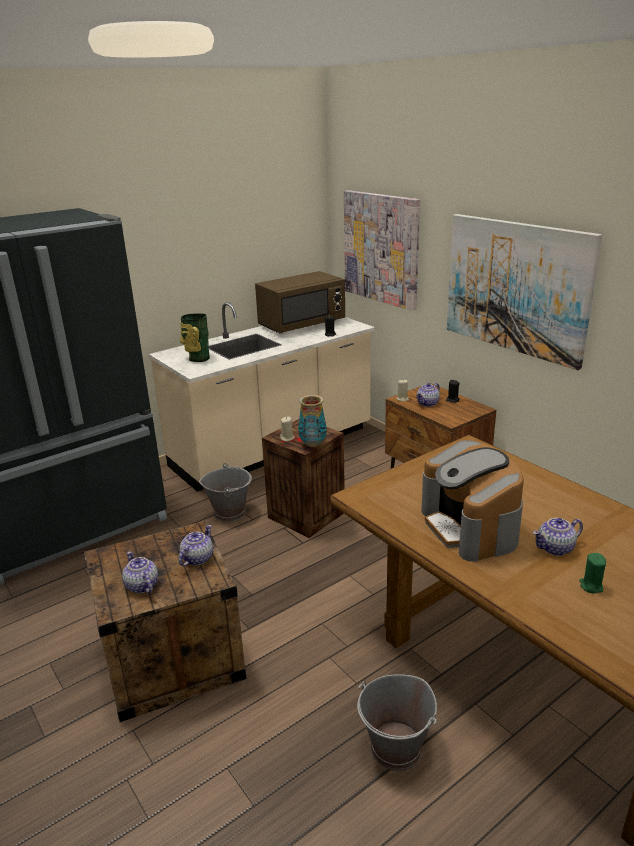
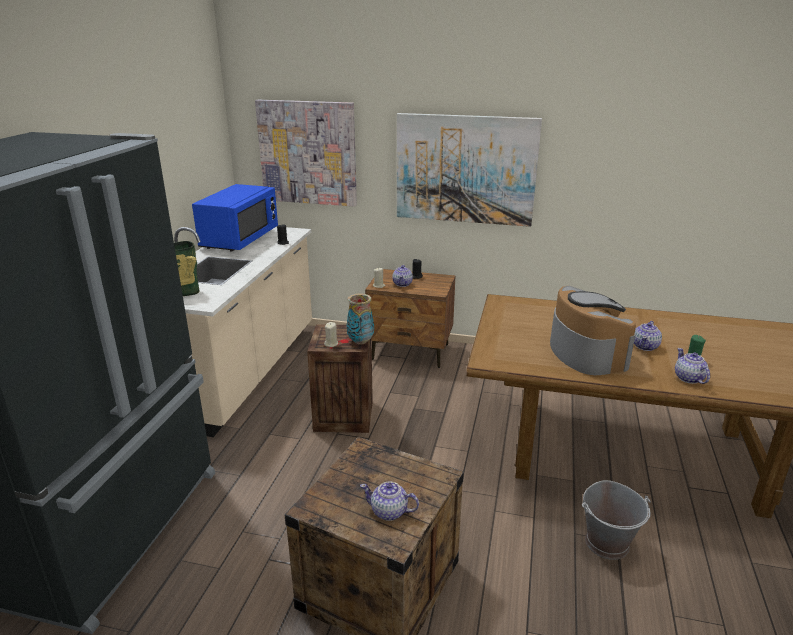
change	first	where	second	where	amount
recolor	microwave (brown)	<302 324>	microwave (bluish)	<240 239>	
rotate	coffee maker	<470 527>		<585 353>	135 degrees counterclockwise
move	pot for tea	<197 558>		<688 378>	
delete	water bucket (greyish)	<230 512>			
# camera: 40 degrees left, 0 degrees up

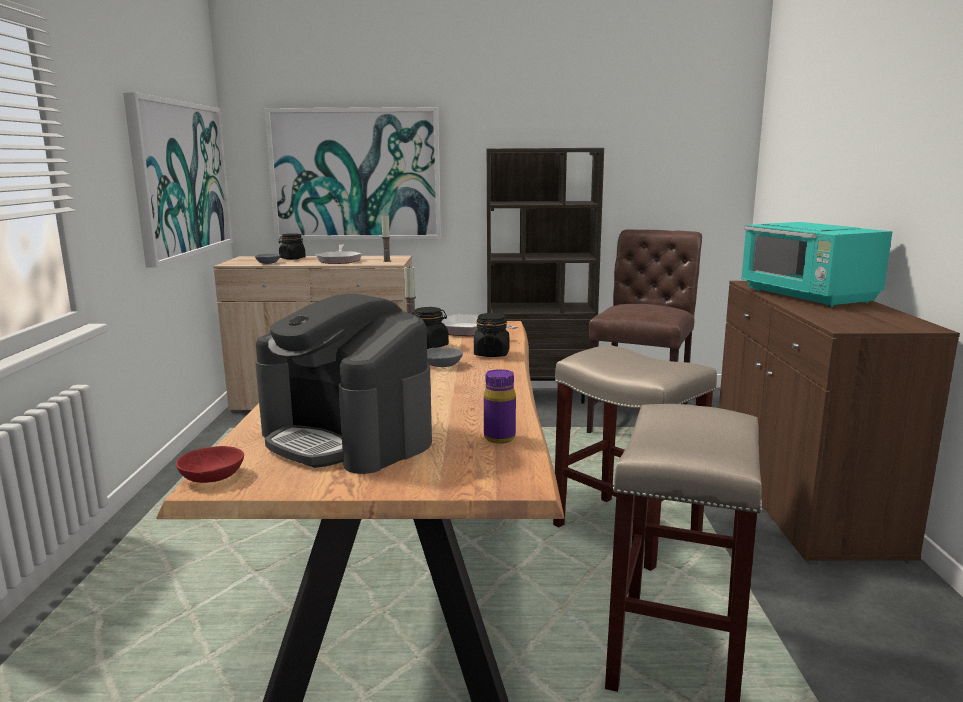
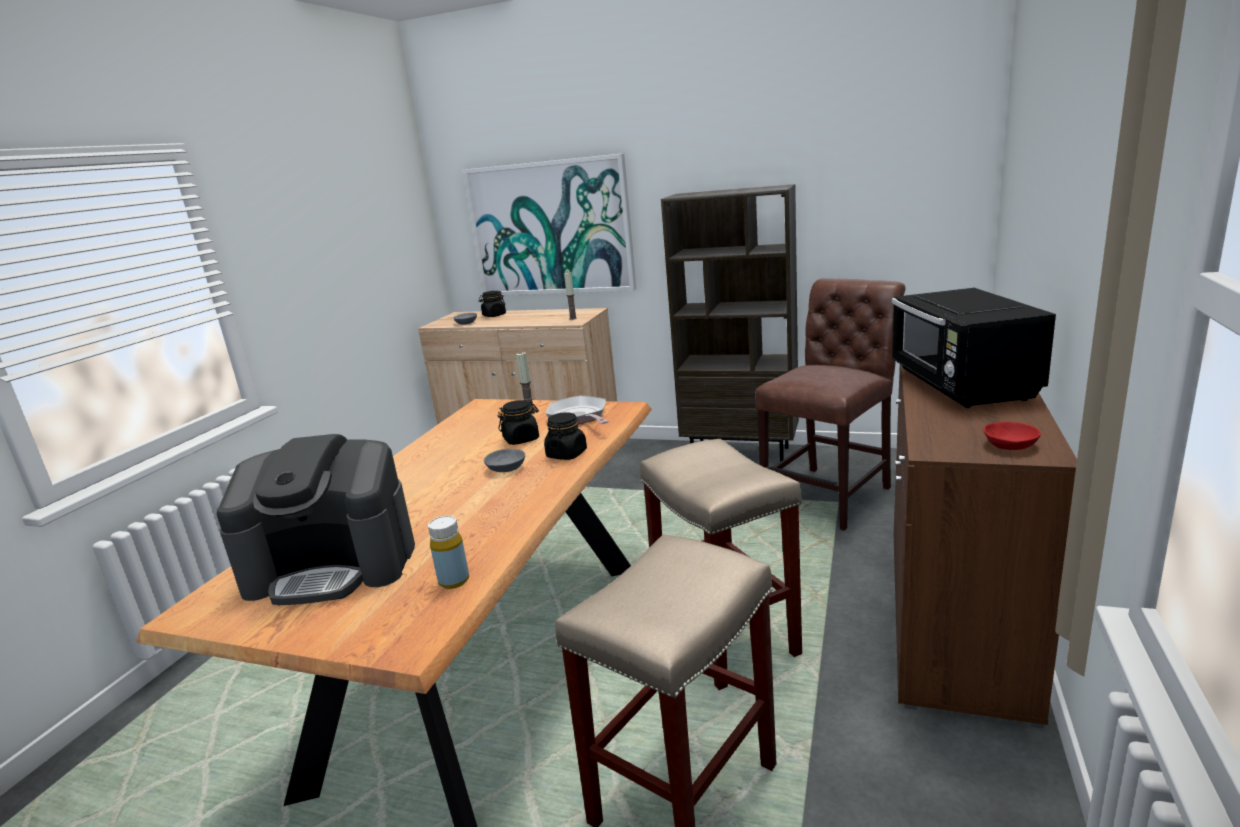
change	first	where	second	where	amount
rotate	coffee maker	<347 438>		<333 566>	60 degrees counterclockwise
recolor	bottle (purple)	<499 438>	bottle (yellow-coloured)	<454 581>	
recolor	microwave (turquoise)	<807 296>	microwave (blackish)	<961 385>	
move	bowl (reddish)	<212 477>		<1011 446>	
delete	wall picture	<181 179>			
delete	frying pan	<339 260>			
# camera: 20 degrees right, 5 degrees up

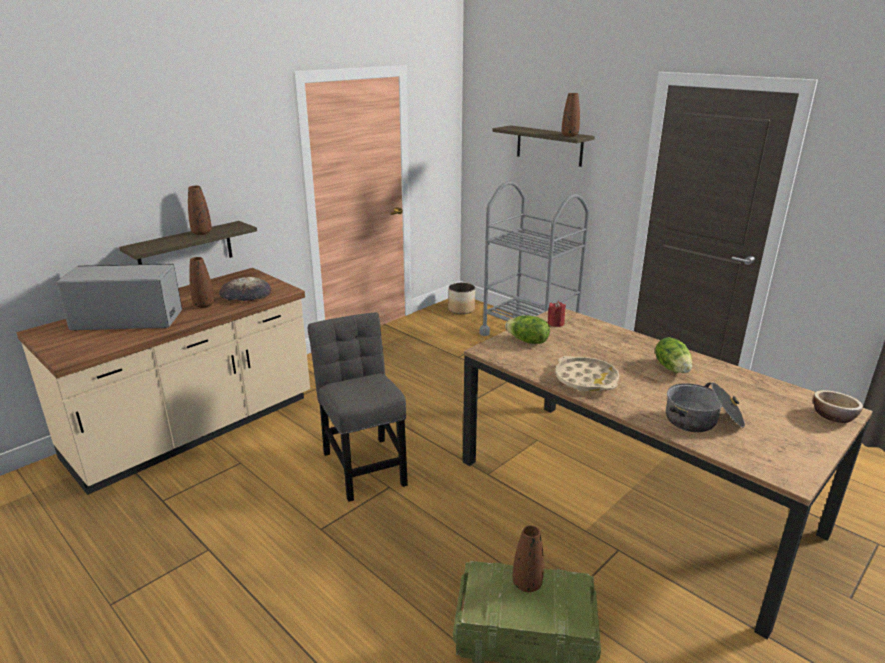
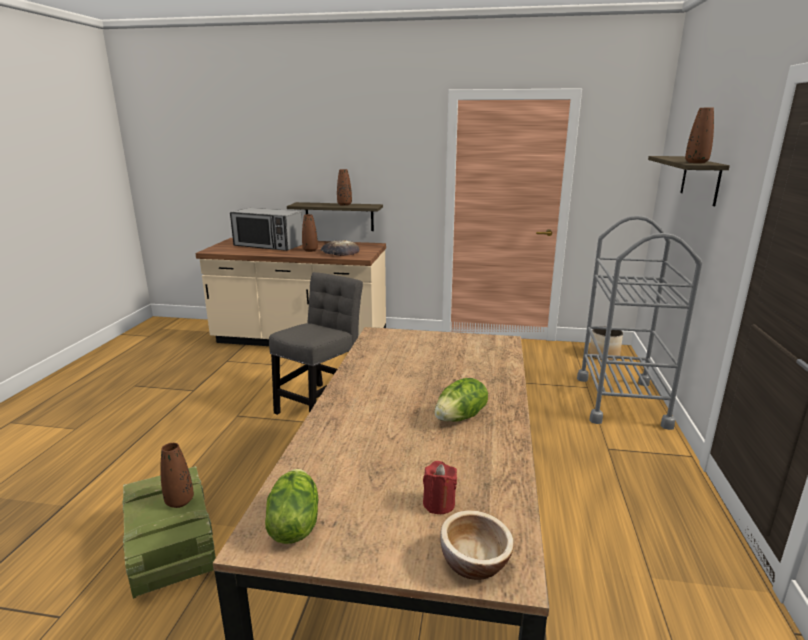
change	first	where	second	where	amount
rotate	microwave	<128 320>		<268 246>	150 degrees clockwise
move	lettuce head	<527 341>		<293 524>	
move	wax light (reddish)	<555 323>		<439 504>	
delete	carrying tray (beige-coloured)	<586 379>			
delete	saucepot	<702 421>			
# camera: 55 degrees right, 5 degrees down

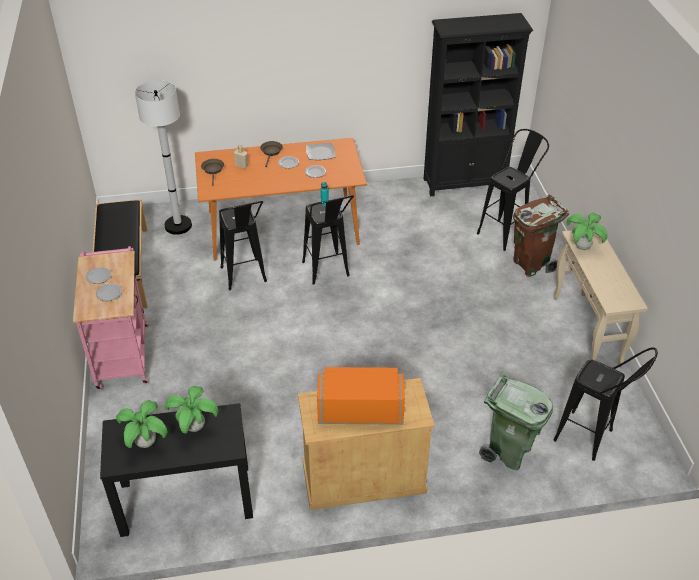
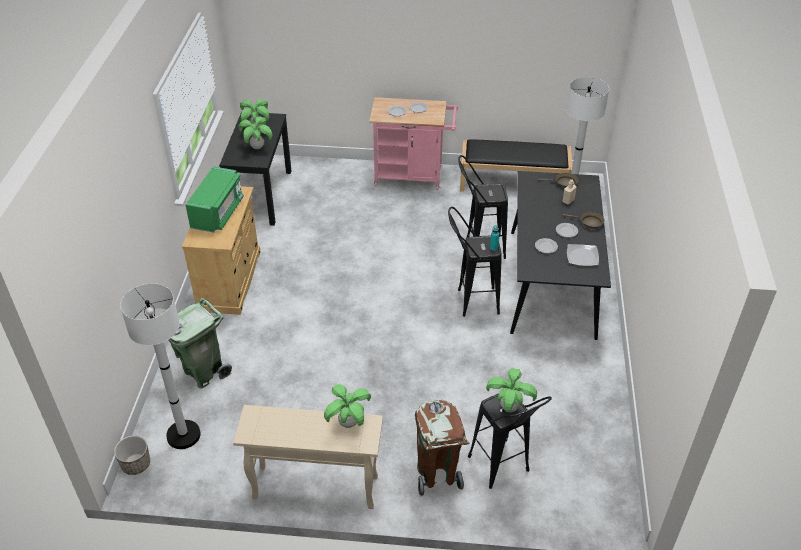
change	first	where	second	where	amount
insert			flower pot	<136 464>	
replace	stool seat (blackish)	<592 440>	floor lamp (whitish)	<183 435>	
recolor	microwave (orangey)	<360 411>	microwave (green-coloured)	<218 213>	
insert			plant in a pot	<509 408>	
recolor	dining table (orangey)	<283 227>	dining table (blackish)	<552 283>	
delete	bookshelf (blackish)	<465 183>			
# camera: 105 degrees right, 0 degrees up

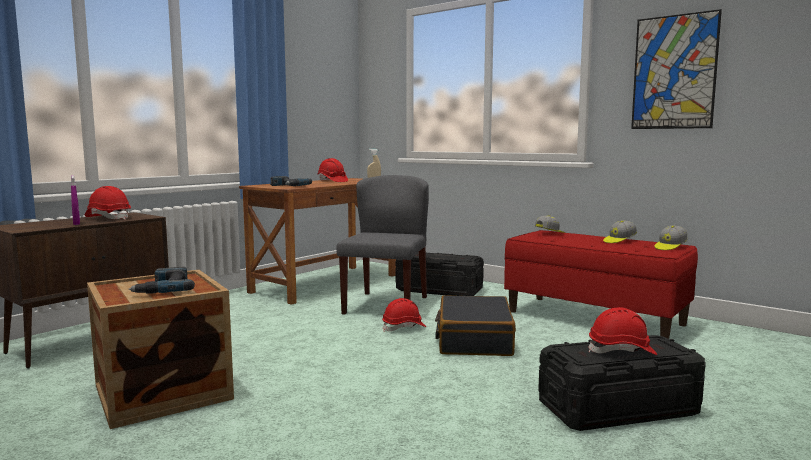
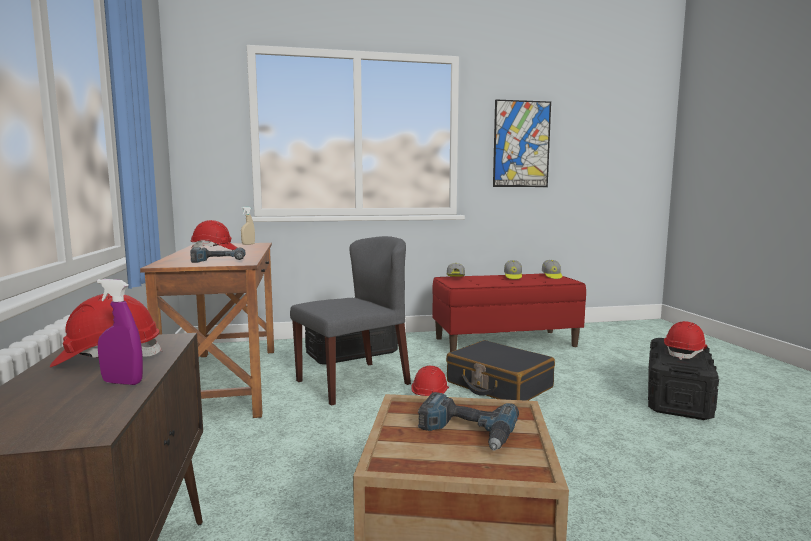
change	first	where	second	where	amount
rotate	chair (greyish)	<386 305>		<353 382>	90 degrees clockwise
# camera: 50 degrees left, 0 degrees up

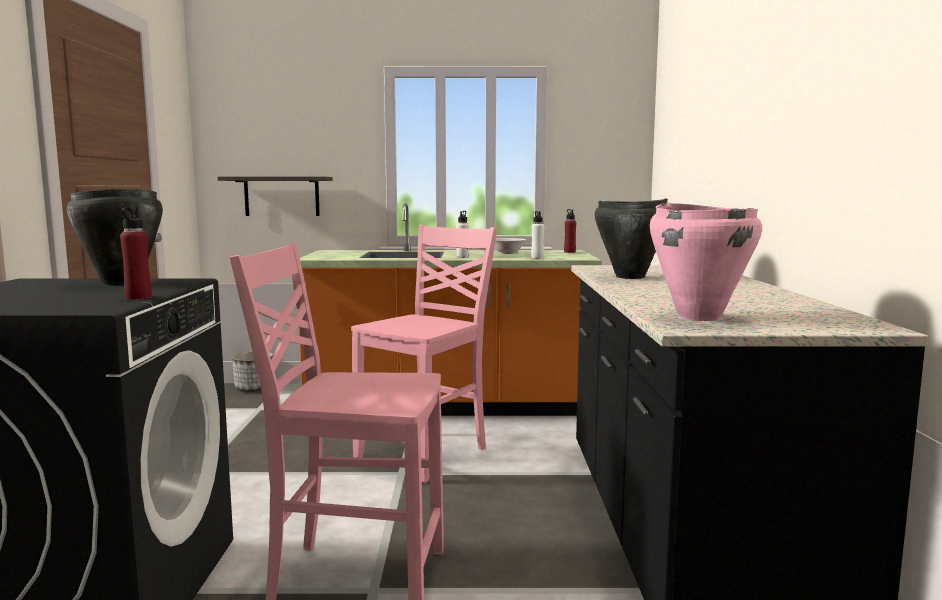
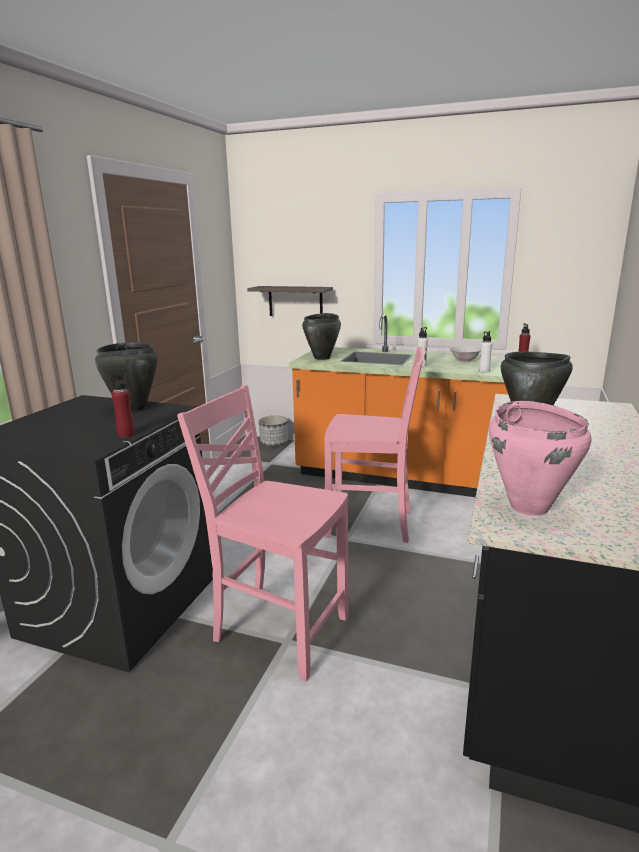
change	first	where	second	where	amount
insert			saucepot (blackish)	<322 358>	
rotate	chair (pink-coloured)	<426 454>		<371 524>	45 degrees clockwise
# camera: 20 degrees right, 10 degrees up

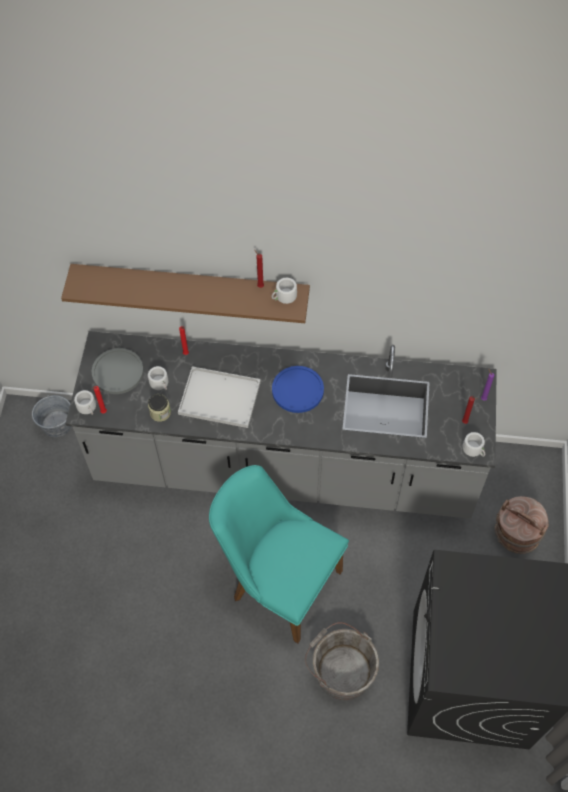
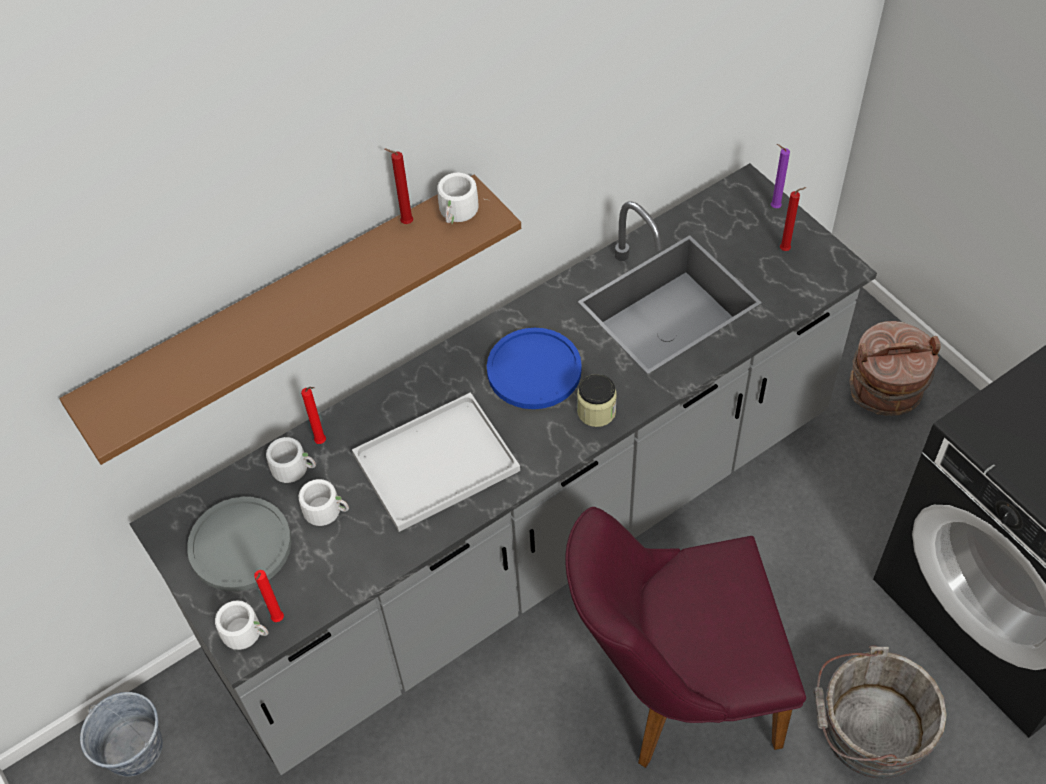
change	first	where	second	where	amount
move	tea mug (whitish)	<474 449>		<295 467>	
recolor	chair (turquoise)	<278 581>	chair (purple)	<673 690>	
move	jar	<160 412>		<596 411>	
# camera: 40 degrees left, 5 degrees down

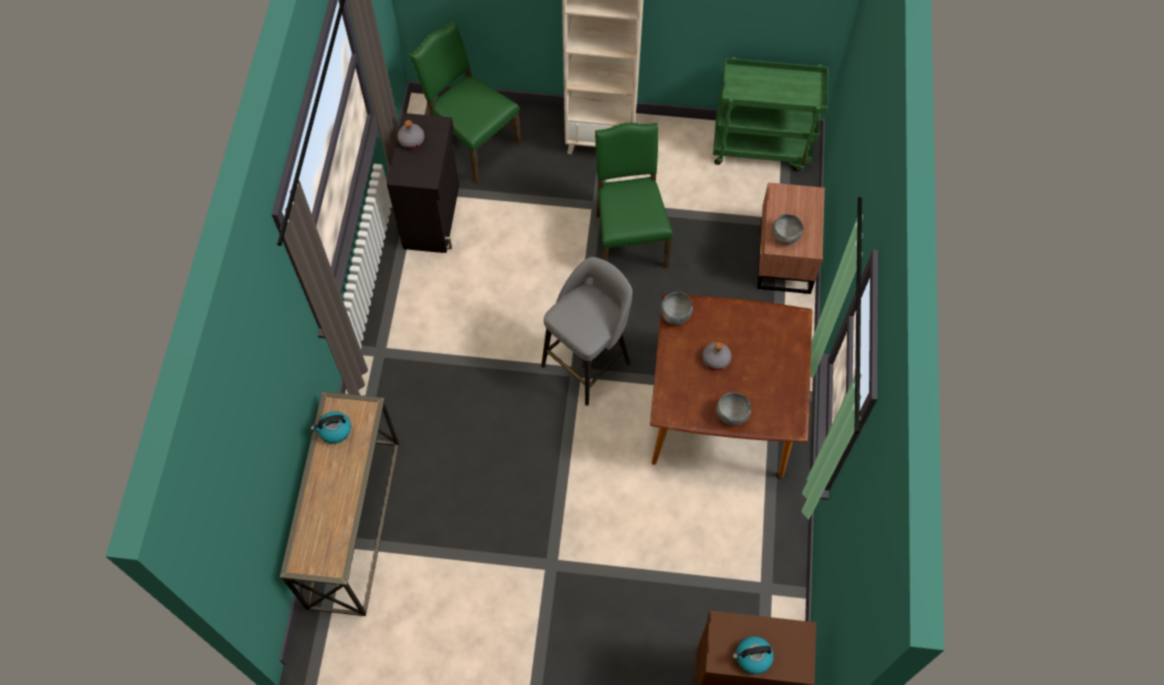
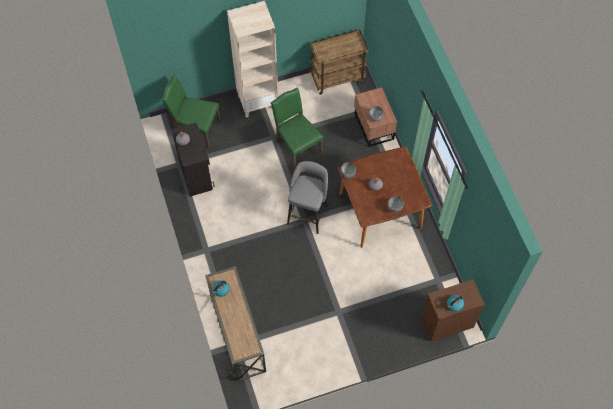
change	first	where	second	where	amount
recolor	cart (green-coloured)	<762 147>	cart (brown)	<337 77>	
# camera: 25 degrees left, 0 degrees up

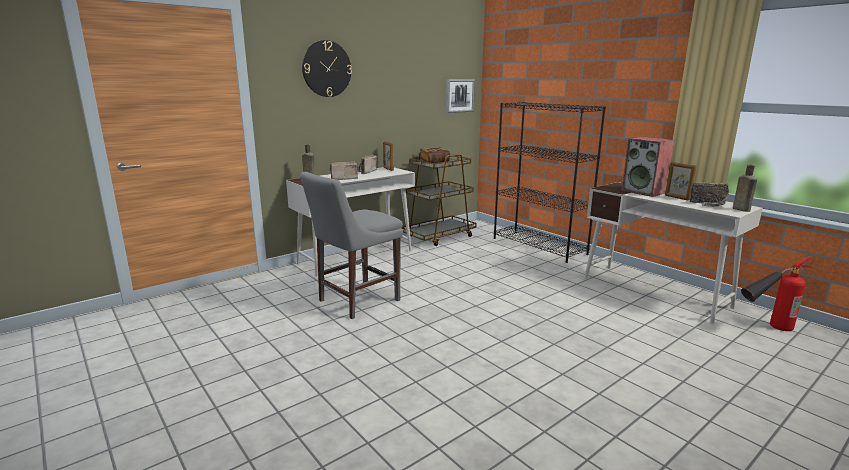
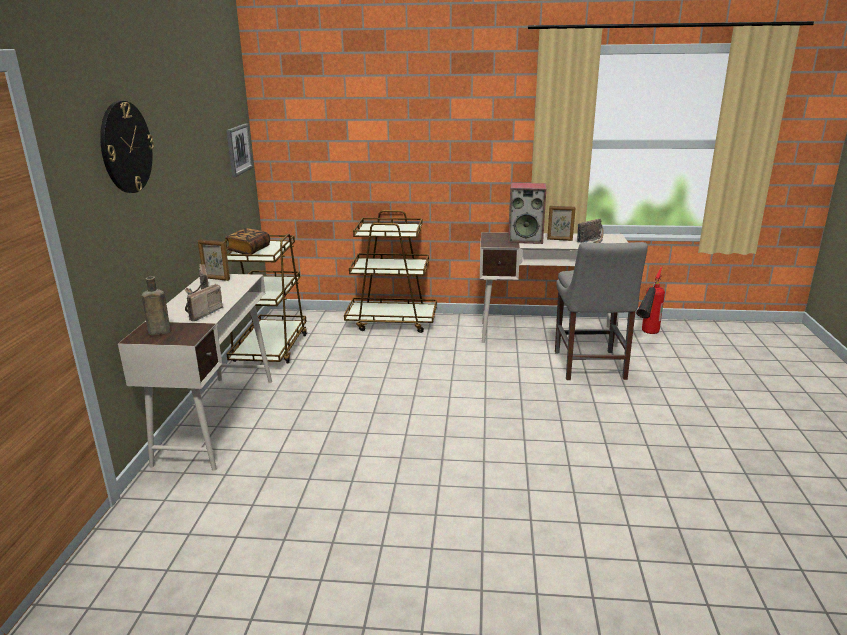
change	first	where	second	where	amount
replace	bookshelf (blackish)	<539 246>	cart (brown)	<392 321>	
move	chair (greyish)	<355 301>		<590 367>	
delete	bottle (brown)	<740 209>			
# camera: 45 degrees left, 5 degrees up

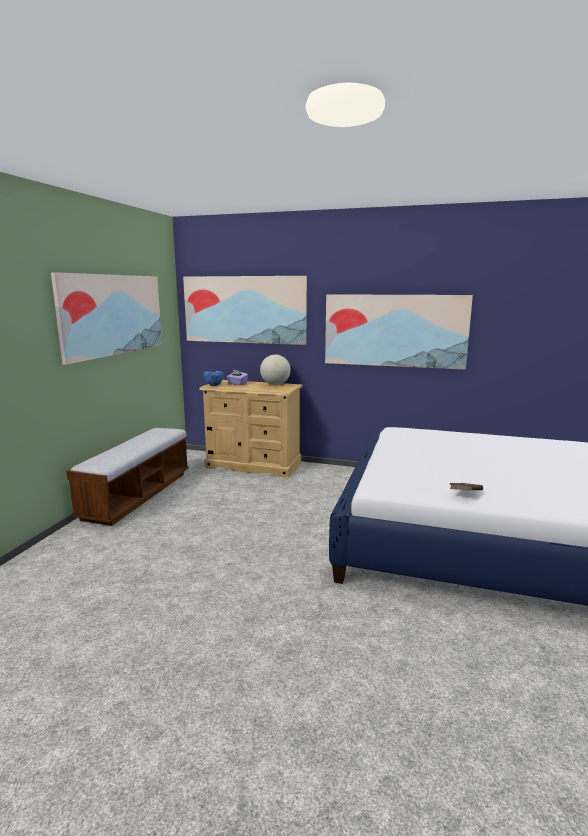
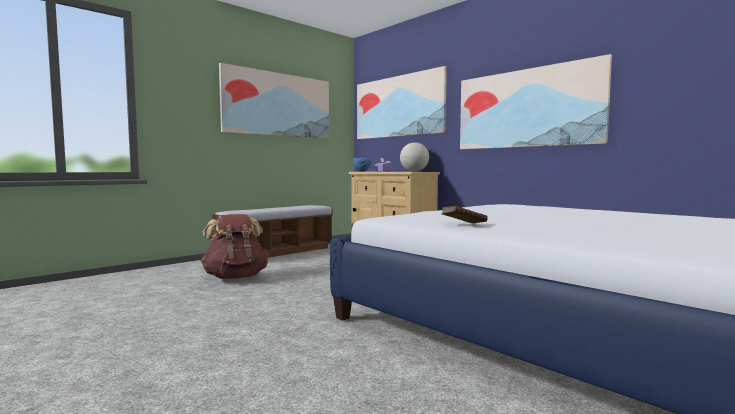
change	first	where	second	where	amount
insert			knapsack (brown)	<236 277>	
# camera: 30 degrees right, 10 degrees down

